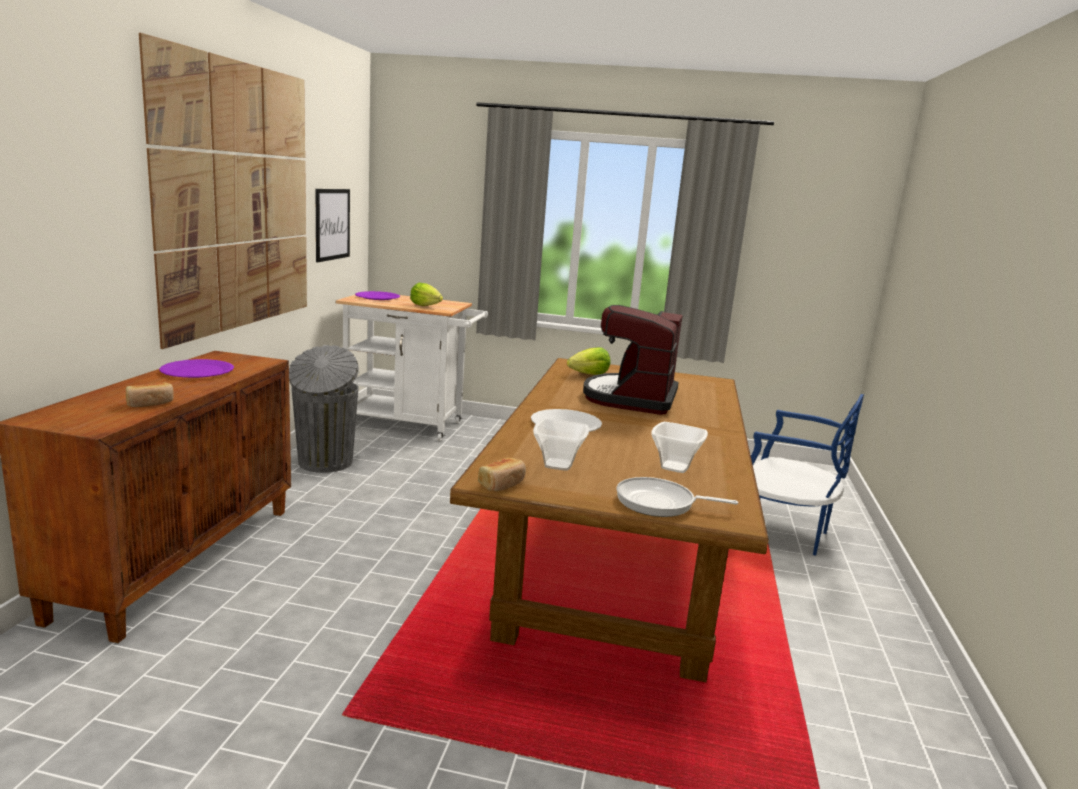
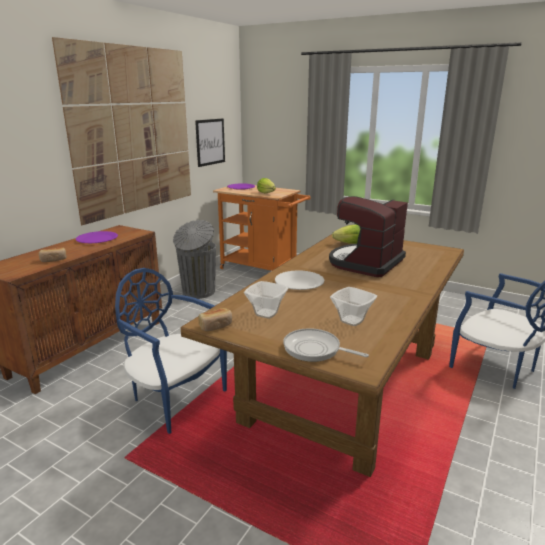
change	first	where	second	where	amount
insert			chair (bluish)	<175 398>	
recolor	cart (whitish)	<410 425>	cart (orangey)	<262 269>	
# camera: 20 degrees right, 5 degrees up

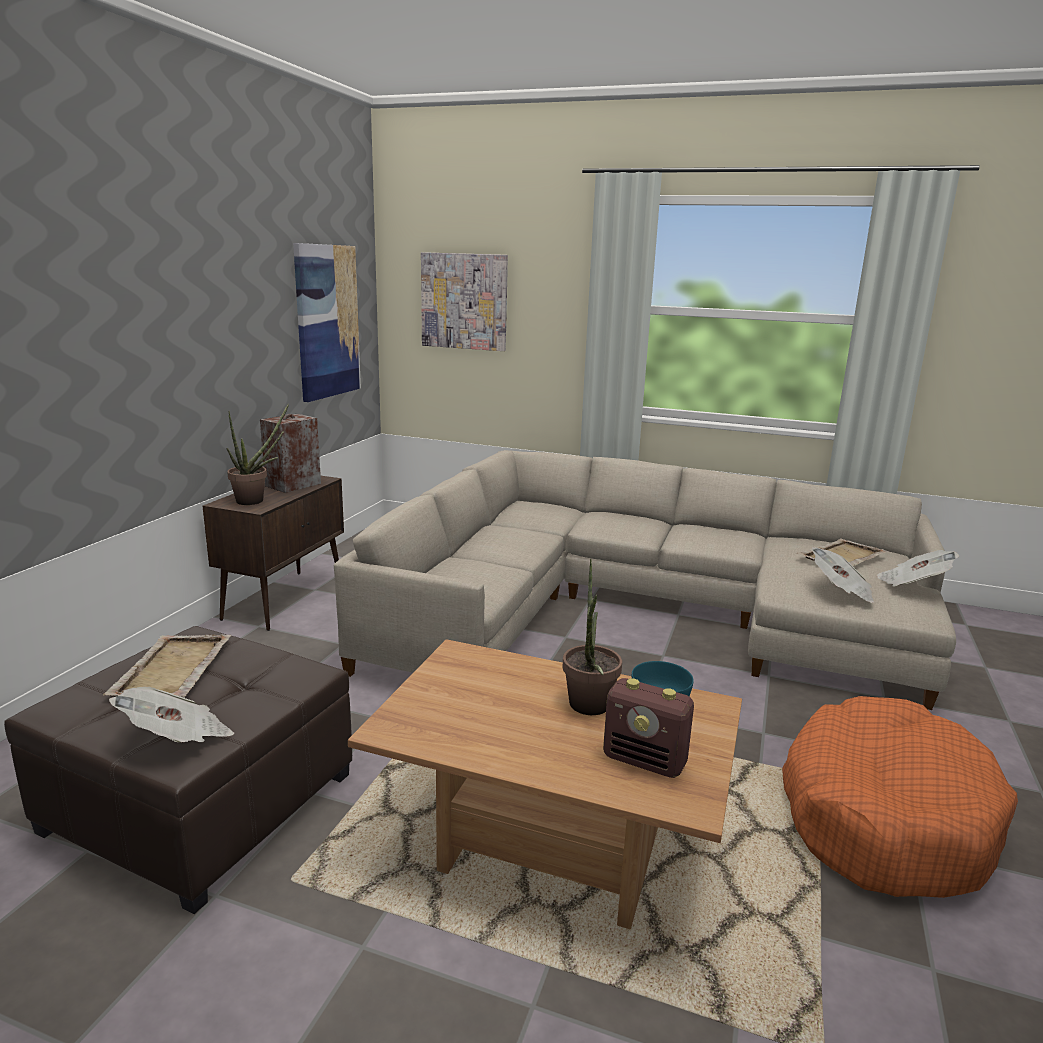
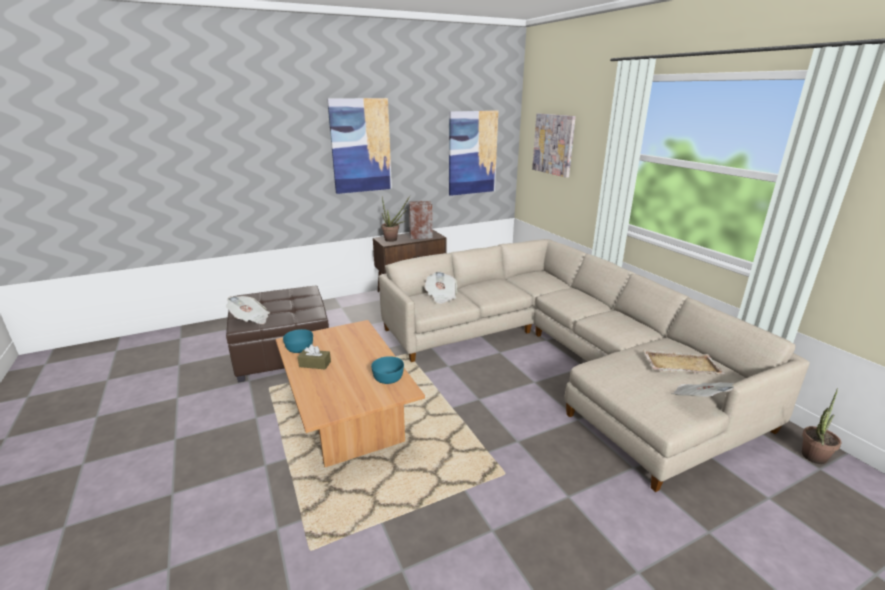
change	first	where	second	where	amount
insert			bowl (turquoise)	<299 348>	
insert			box of tissues (brown)	<315 364>	
insert			wall picture	<360 146>	
move	newspaper	<841 591>		<441 296>	
move	plant in a pot	<588 709>		<812 459>	
delete	carrying tray (beige-coloured)	<172 670>			
delete	radio receiver	<645 761>			
delete	dog bed (orangey)	<884 816>			
# camera: 45 degrees right, 5 degrees up

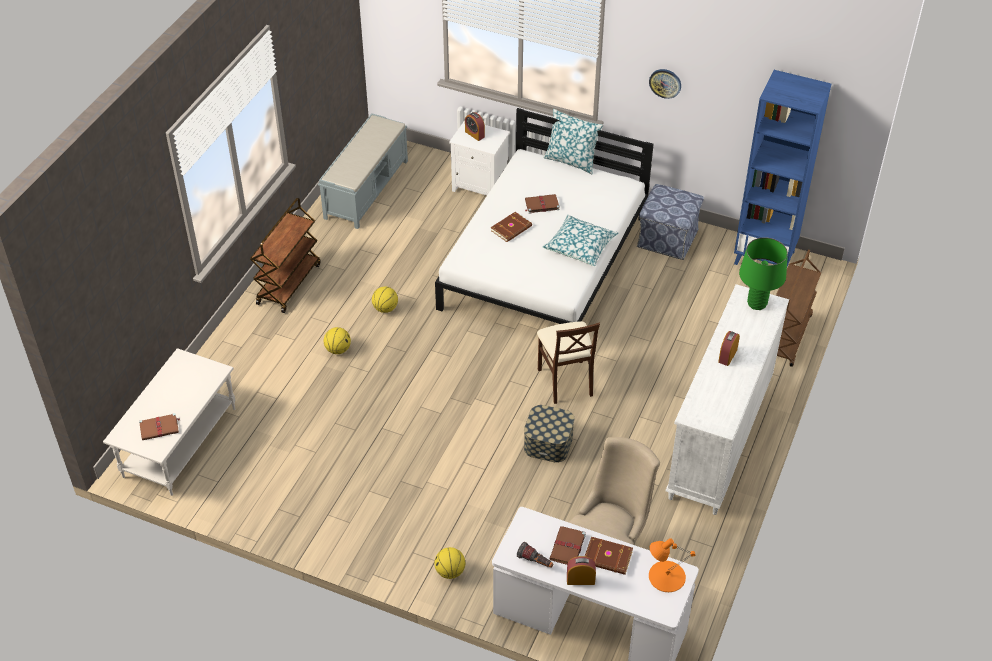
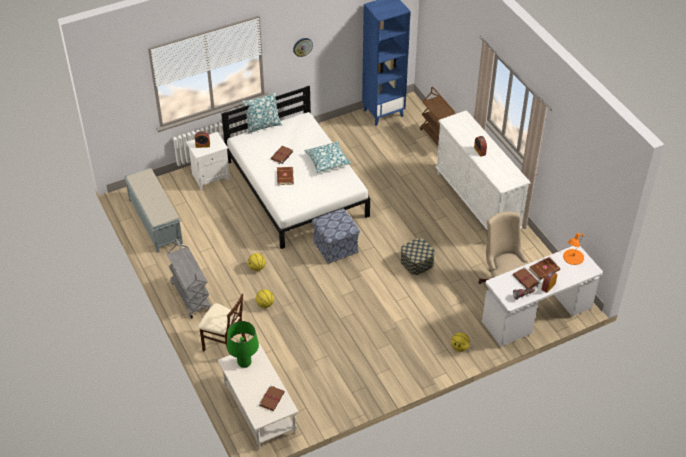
change	first	where	second	where	amount
recolor	cart (brown)	<288 283>	cart (greyish)	<190 296>	
move	chair (beige-coloured)	<566 381>		<224 344>	
move	tabletop lamp (green-coloured)	<757 303>		<244 362>	
move	pouffe	<668 239>		<336 247>	
# camera: 50 degrees left, 0 degrees up

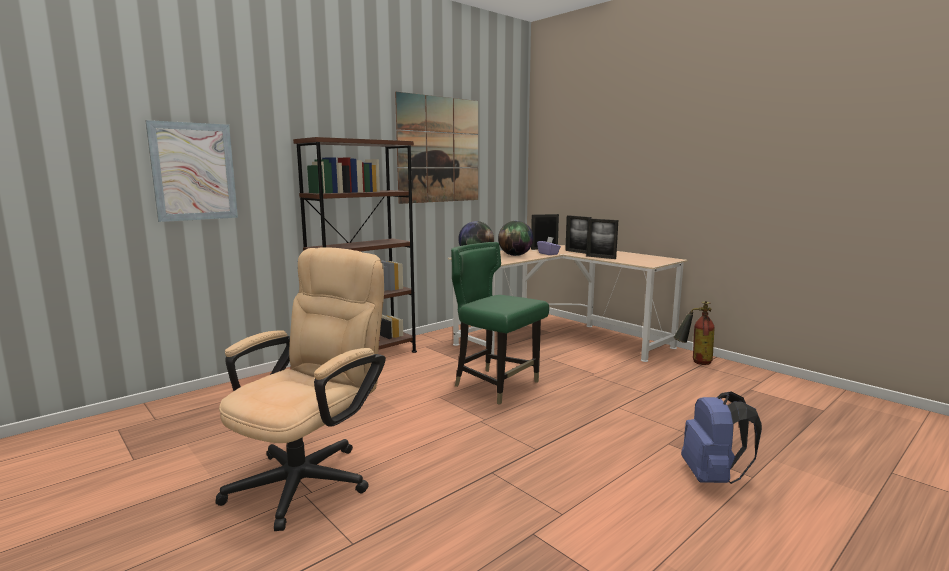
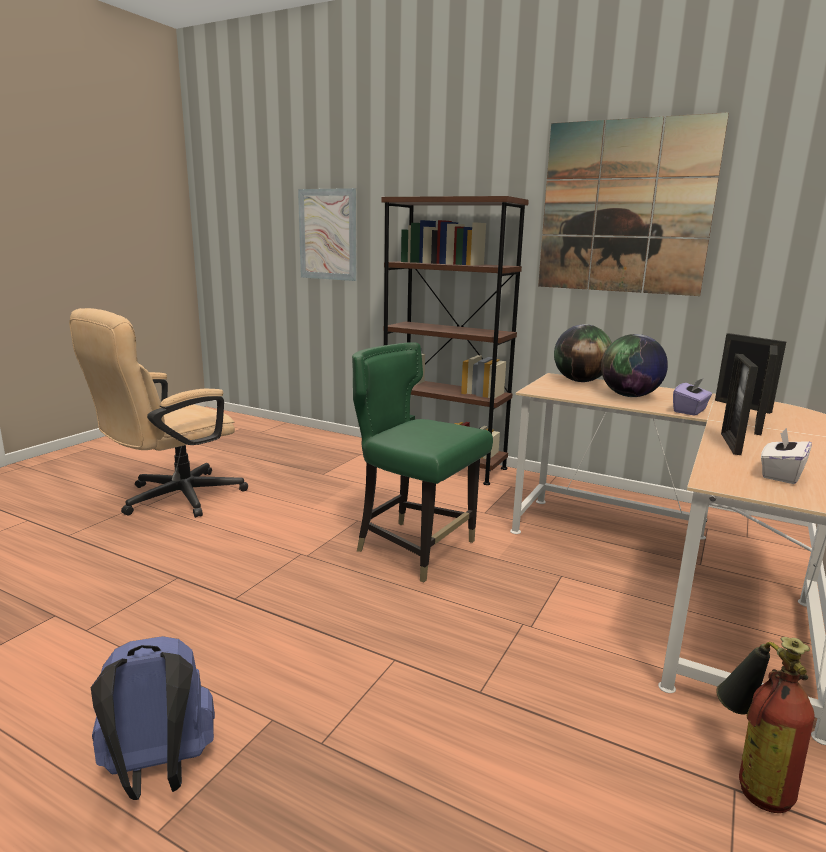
change	first	where	second	where	amount
rotate	desk chair (beige-coloured)	<311 476>		<172 499>	120 degrees clockwise
rotate	chair (green-coloured)	<496 385>		<415 548>	75 degrees counterclockwise
insert			box of tissues (whitish)	<781 474>	
# camera: 70 degrees right, 5 degrees up

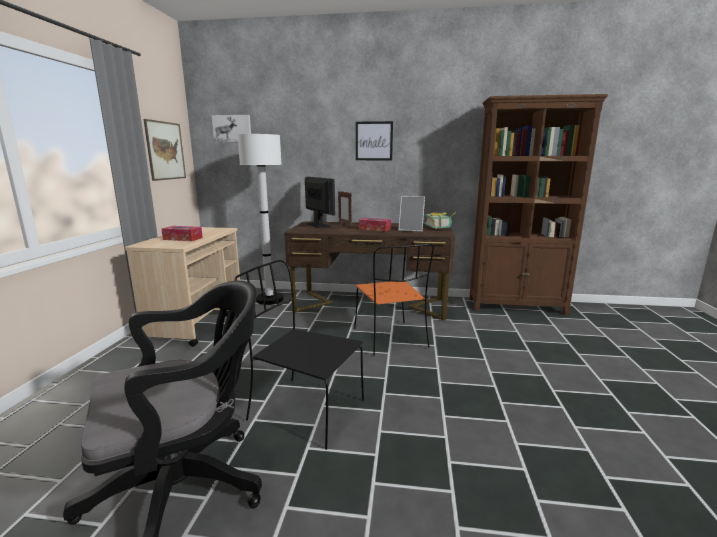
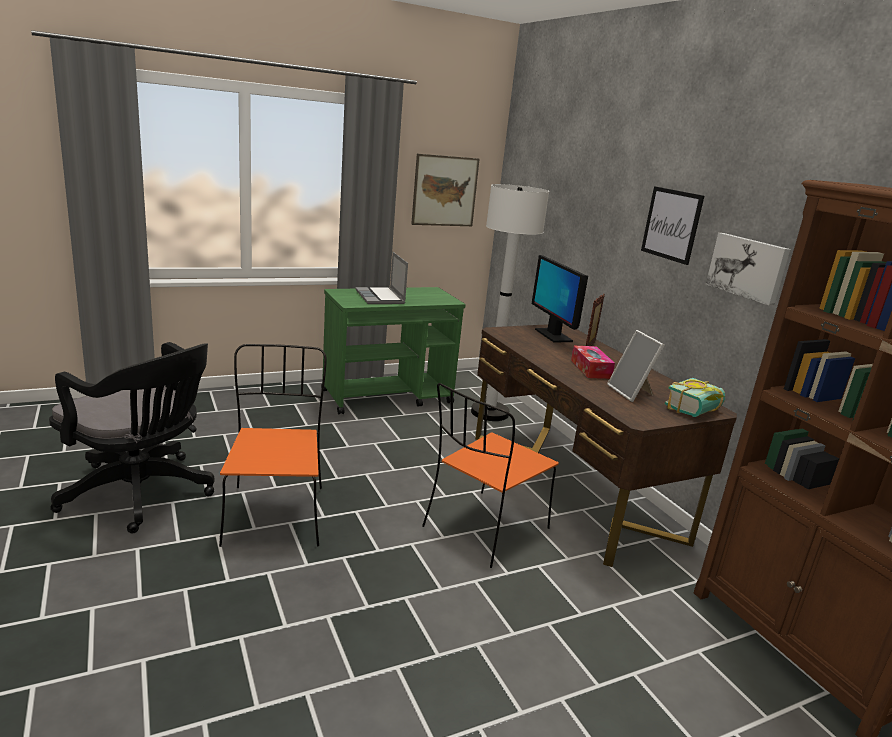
change	first	where	second	where	amount
recolor	chair (blackish)	<304 409>	chair (orangey)	<275 513>	
recolor	cart (beige-coloured)	<198 322>	cart (green-coloured)	<388 397>	
replace	box of tissues	<183 238>	notebook computer	<381 297>	
rotate	computer screen	<318 225>		<553 335>	135 degrees clockwise
move	wall picture	<232 129>		<748 267>	
# camera: 55 degrees right, 5 degrees up

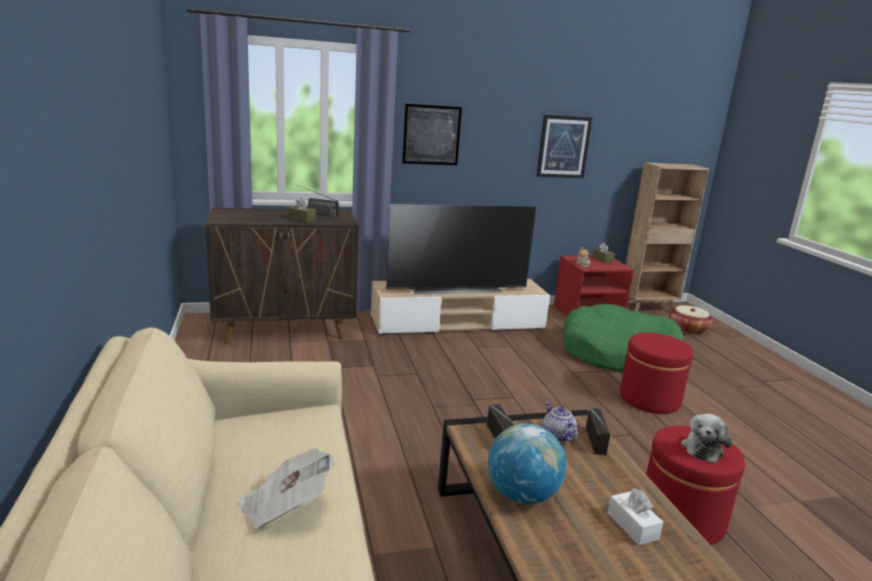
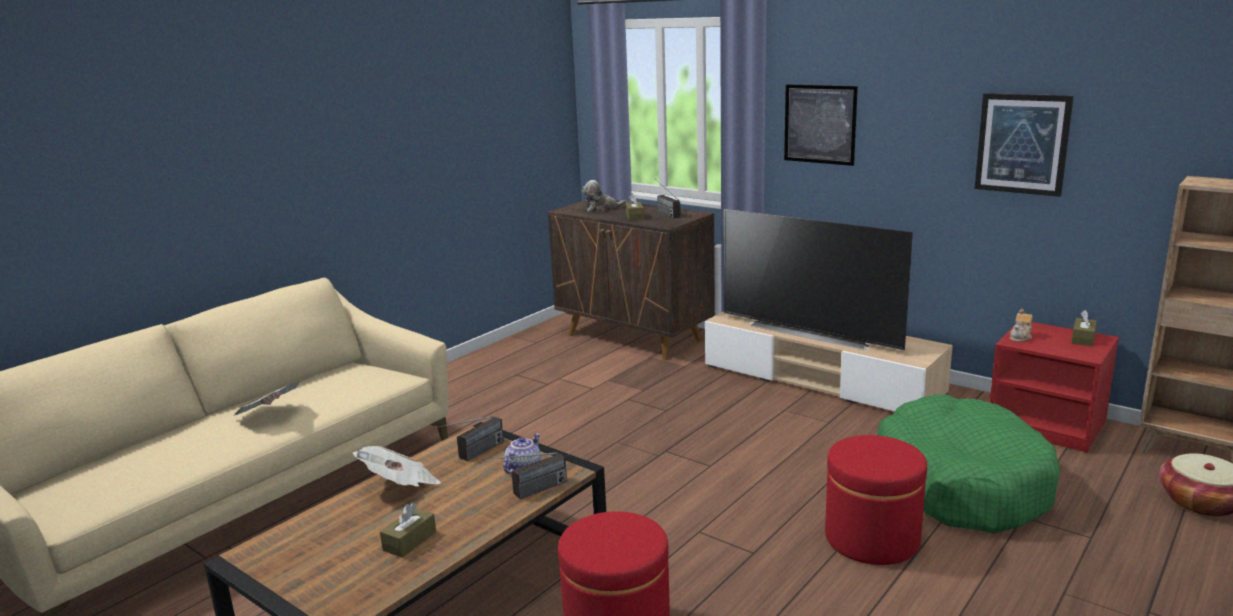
change	first	where	second	where	amount
replace	desk globe	<522 495>	newspaper	<401 485>	
recolor	box of tissues (whitish)	<632 526>	box of tissues (brown)	<409 541>	
move	plush toy	<703 448>		<601 208>	
# camera: 55 degrees right, 0 degrees up

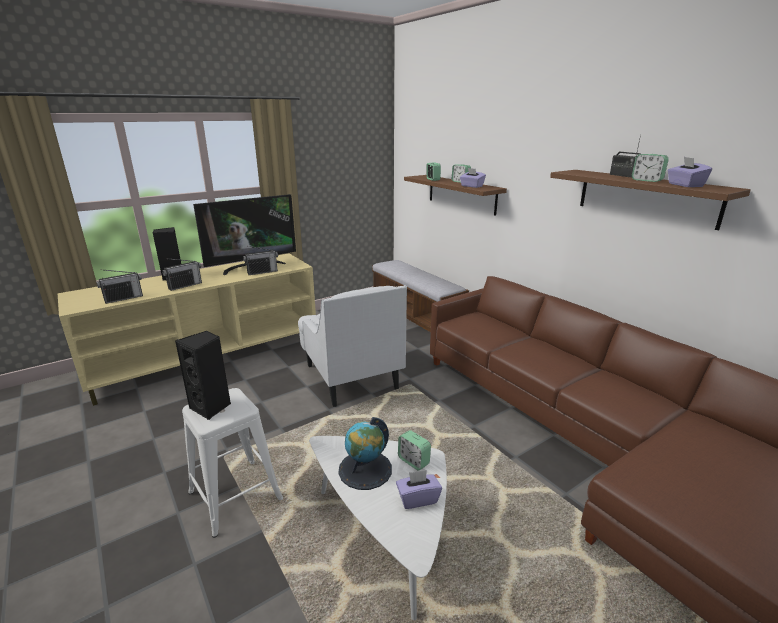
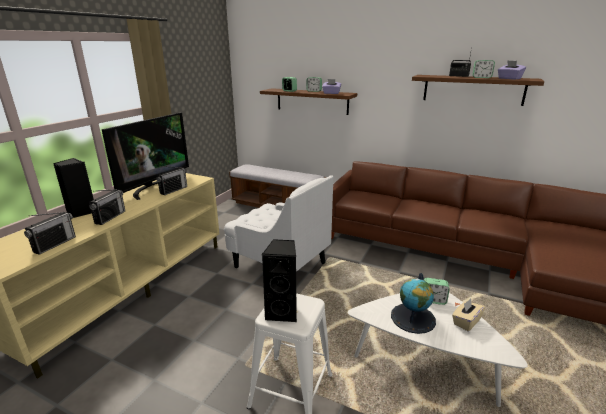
change	first	where	second	where	amount
recolor	box of tissues (purple)	<417 498>	box of tissues (beige-coloured)	<466 322>	
# camera: 30 degrees left, 0 degrees up

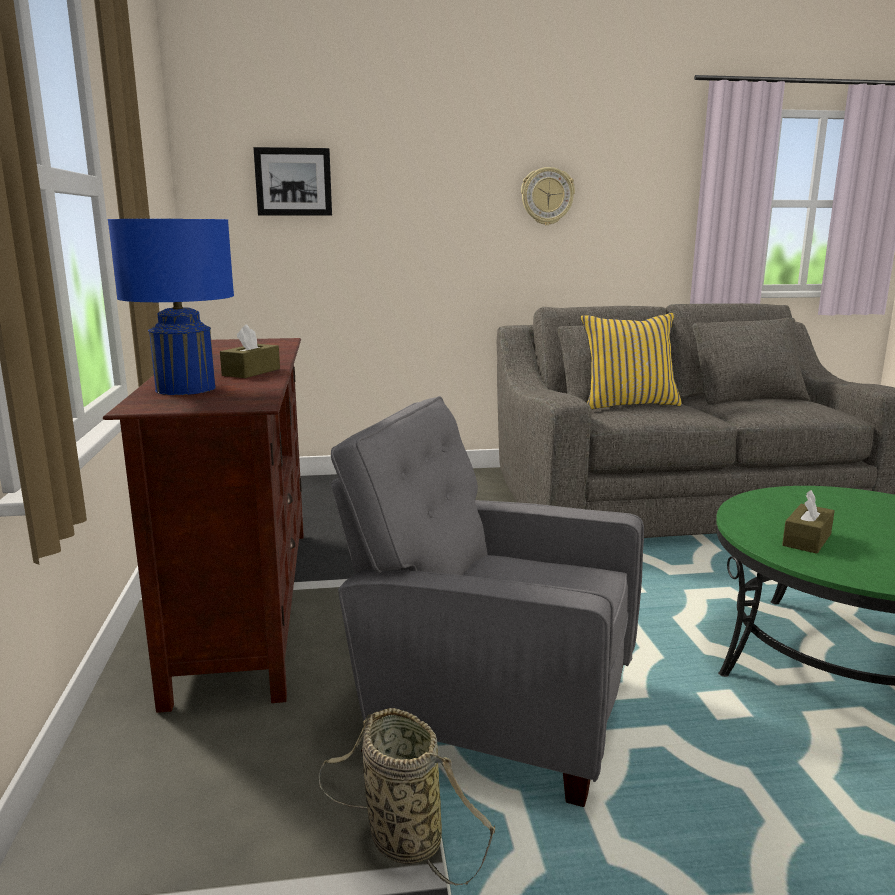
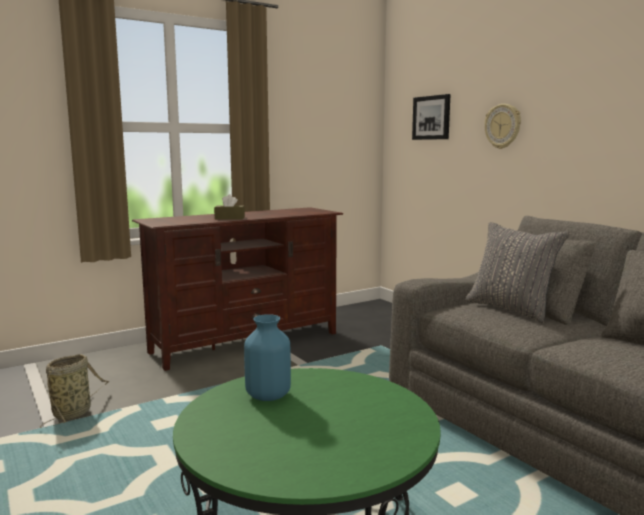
change	first	where	second	where	amount
replace	box of tissues (brown)	<807 540>	flower vase (bluish)	<267 396>	
recolor	throw pillow (yellow-coloured)	<628 404>	throw pillow (greyish)	<511 309>	
move	wall clock	<547 196>		<503 126>	
delete	tabletop lamp (bluish)	<185 389>			
delete	lounge chair (greyish)	<491 711>			
# camera: 65 degrees right, 5 degrees down

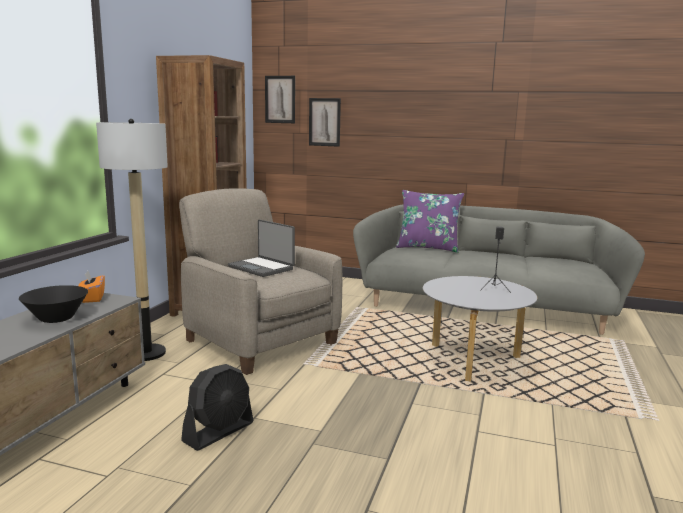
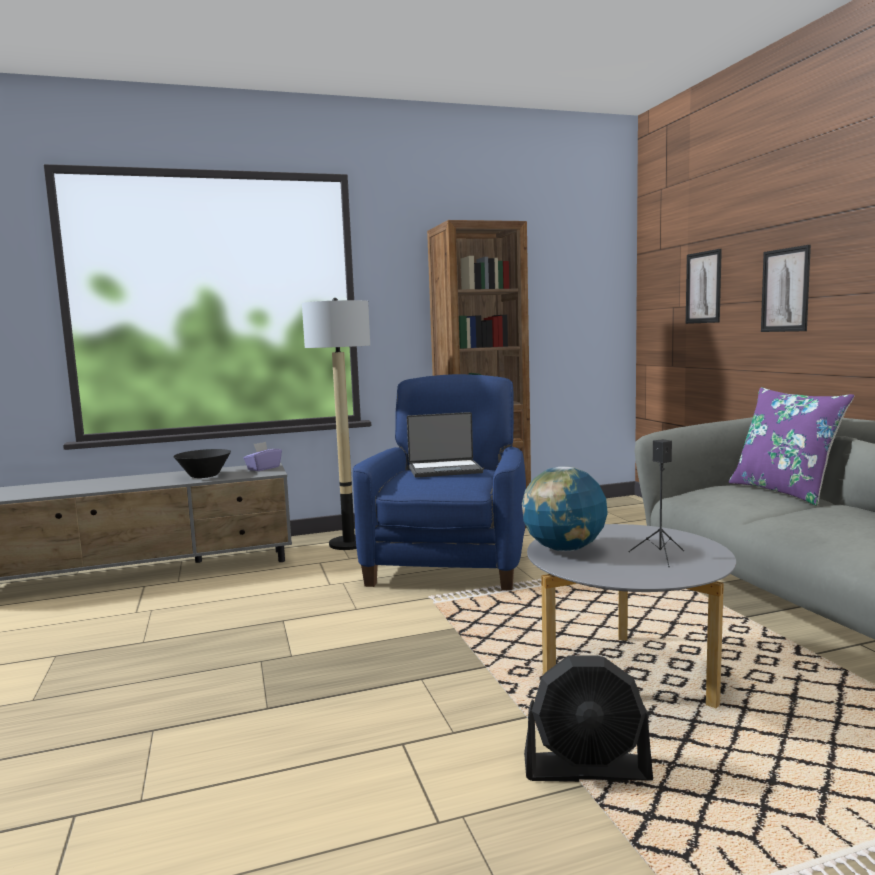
change	first	where	second	where	amount
recolor	box of tissues (orangey)	<92 298>	box of tissues (purple)	<263 468>	
recolor	lounge chair (beige-coloured)	<260 341>	lounge chair (bluish)	<449 563>	
rotate	notebook computer	<262 268>		<445 470>	105 degrees counterclockwise
insert			desk globe	<564 549>	
move	cooling fan (blackish)	<219 432>		<587 769>	
move	wall picture	<280 99>		<785 290>	
# camera: 55 degrees right, 5 degrees down

